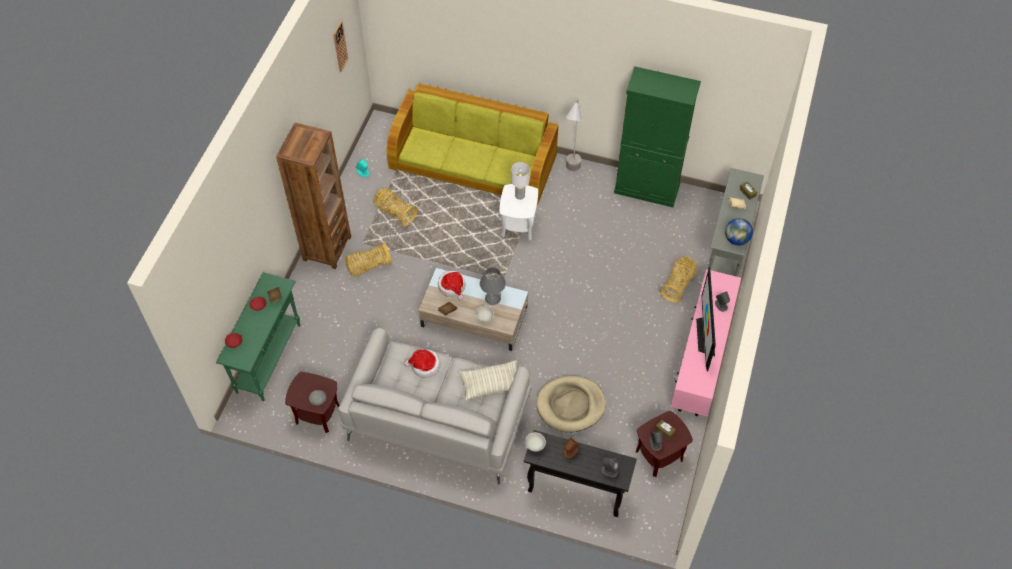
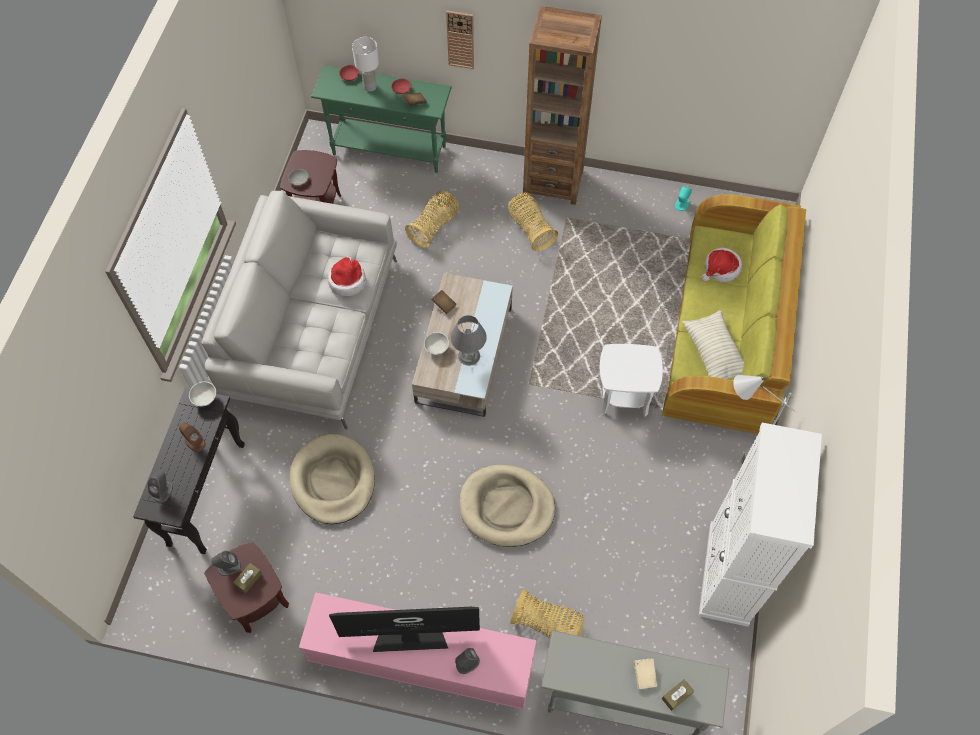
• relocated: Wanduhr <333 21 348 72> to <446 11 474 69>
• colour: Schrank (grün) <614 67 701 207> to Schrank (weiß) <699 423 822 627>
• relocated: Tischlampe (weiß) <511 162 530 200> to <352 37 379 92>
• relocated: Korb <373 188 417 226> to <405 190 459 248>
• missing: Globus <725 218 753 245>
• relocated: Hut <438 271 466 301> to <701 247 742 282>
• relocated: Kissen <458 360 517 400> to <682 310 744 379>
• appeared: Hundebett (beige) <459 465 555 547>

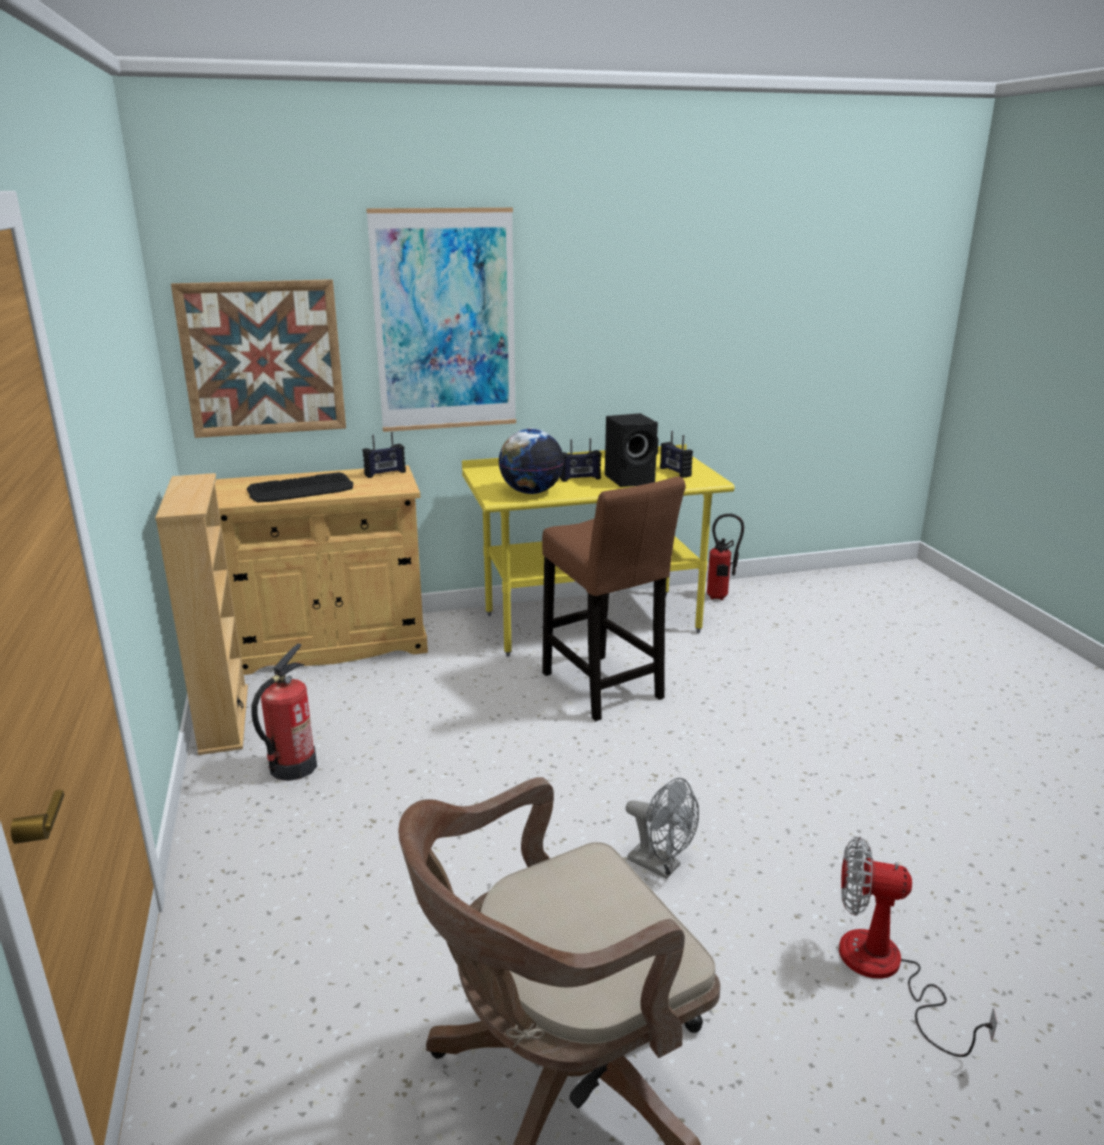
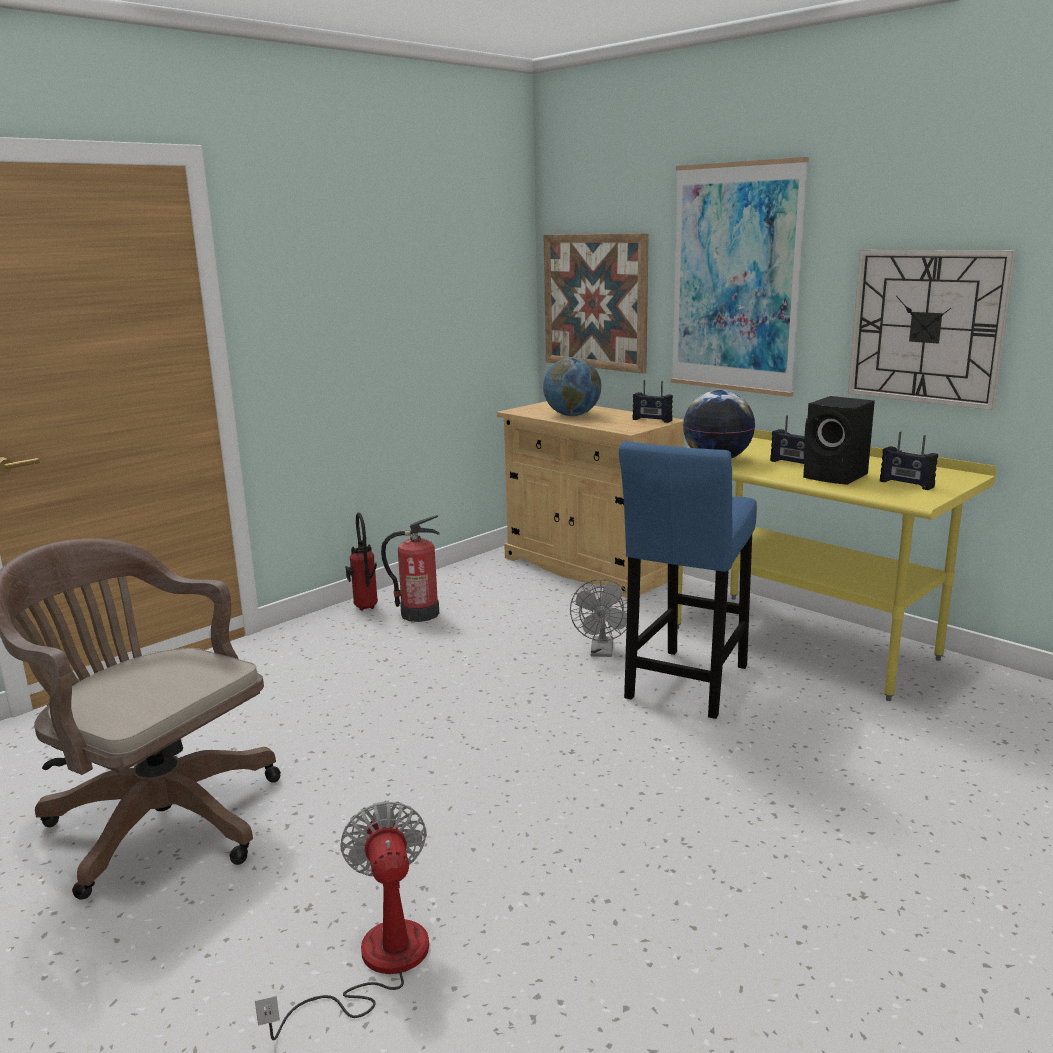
• spun: Radio <660 431 693 478> = <880 432 938 490> 75 degrees counterclockwise
• exchanged: Tastatur <247 472 353 503> to Globus <543 357 601 416>
• missing: Bücherregal (beige) <155 473 248 755>
• colour: Hocker (braun) <542 477 686 721> to Hocker (blau) <619 441 757 719>
• relocated: Feuerlöscher <707 514 744 600> to <345 513 378 611>
• relocated: Ventilator (grau) <626 778 699 879> to <570 579 628 657>
• appeared: Wanduhr <848 250 1016 410>

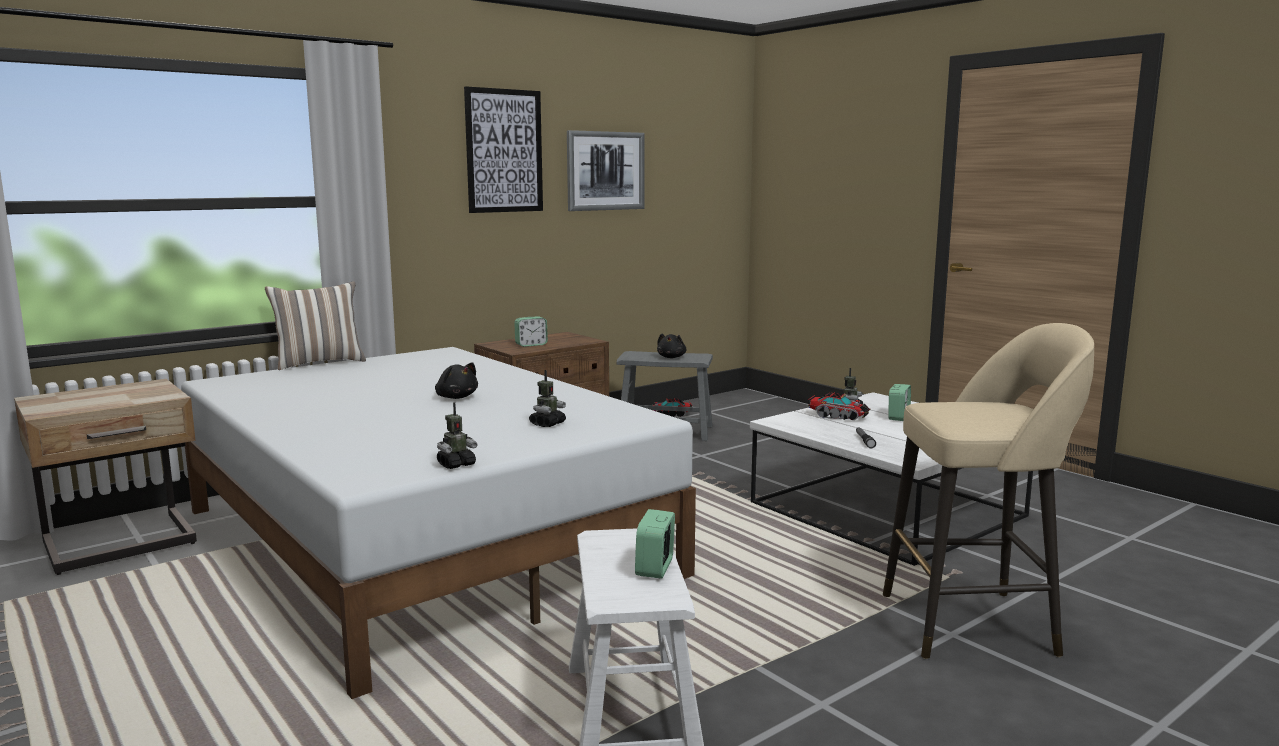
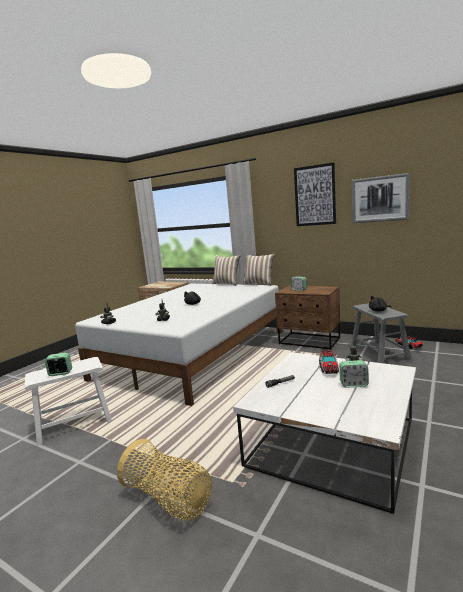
• exchanged: Hocker (beige) <883 323 1094 659> to Korb <117 439 212 521>
• appeared: Kissen <243 254 275 286>

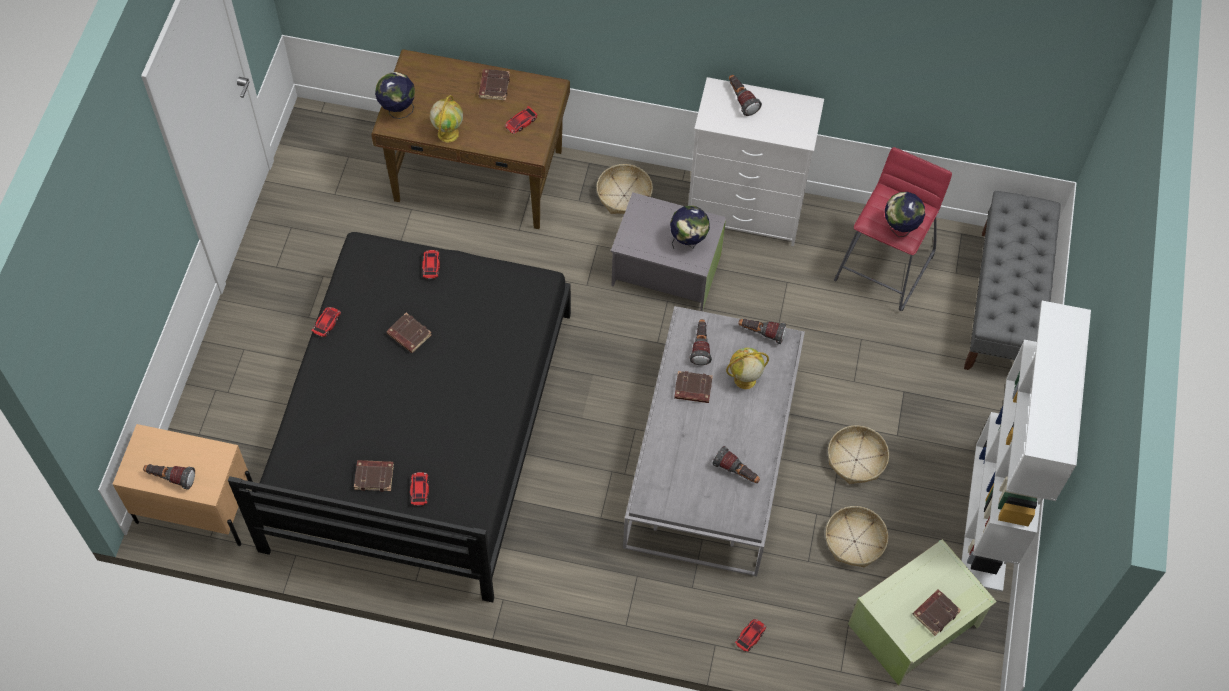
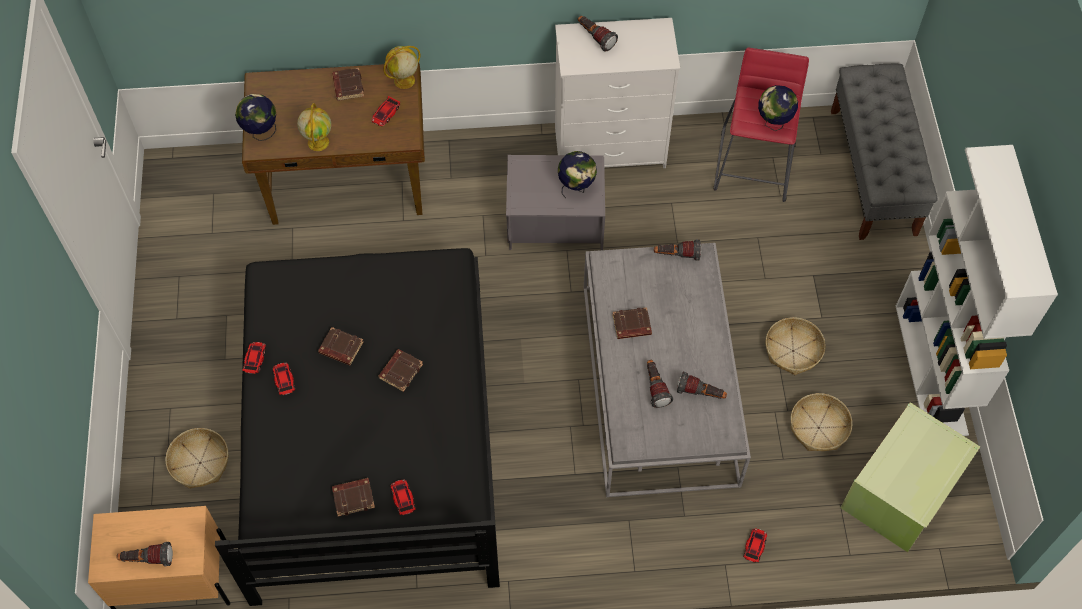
• relocated: Korb <596 164 653 214> to <165 428 229 489>
• relocated: Spielzeugauto <422 250 440 279> to <273 363 295 395>
• relocated: Taschenlampe <690 319 712 365> to <647 360 673 408>
• relocated: Globus <726 348 769 389> to <383 46 420 89>
• relocated: Buch (braun) <913 590 961 636> to <378 349 423 392>

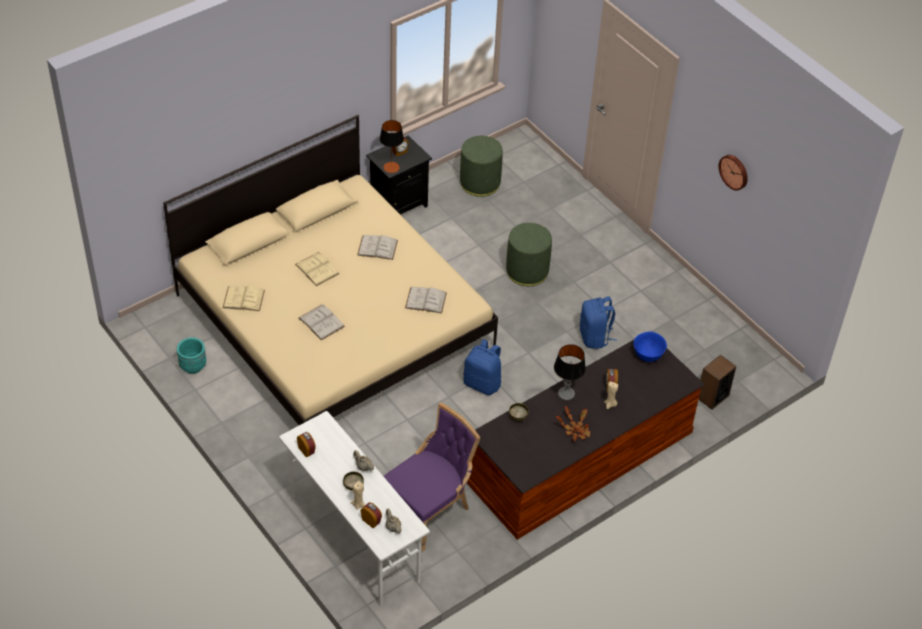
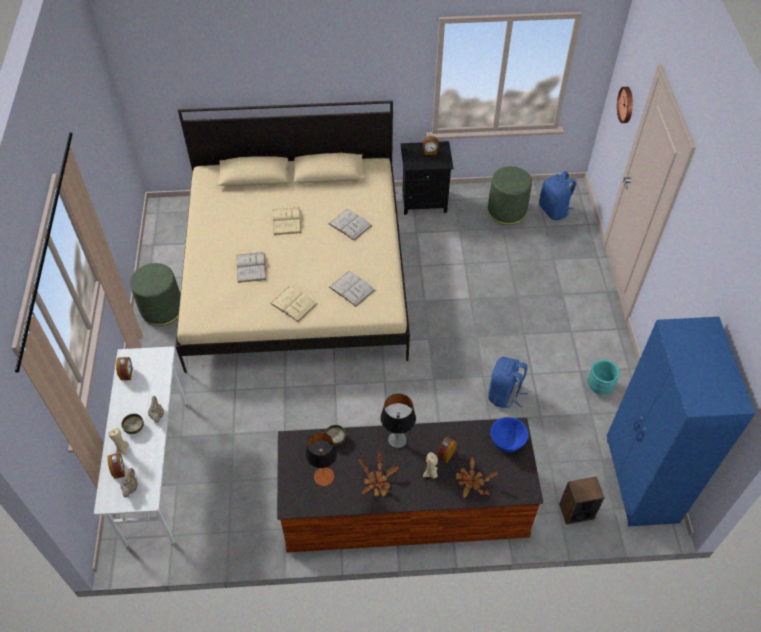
• relocated: Tischlampe <380 120 404 173> to <306 433 337 486>
• relocated: Wanduhr <718 155 748 191> to <617 87 633 123>
• relocated: Polsterhocker (grün) <506 223 552 286> to <130 263 180 326>
• relocated: Buch (beige) <223 286 265 311> to <270 286 317 322>
• relocated: Pflanzkübel (türkis) <177 337 206 374> to <588 360 620 395>
• relocated: Rucksack (blau) <463 339 501 395> to <539 171 576 220>
• missing: Stuhl (lila) <383 403 480 552>
• appeared: Kleiderschrank (blau) <607 317 755 526>
• appeared: Topfpflanze <456 458 498 498>

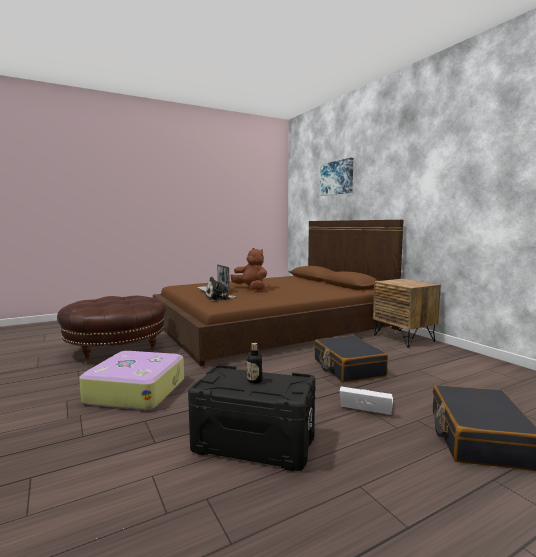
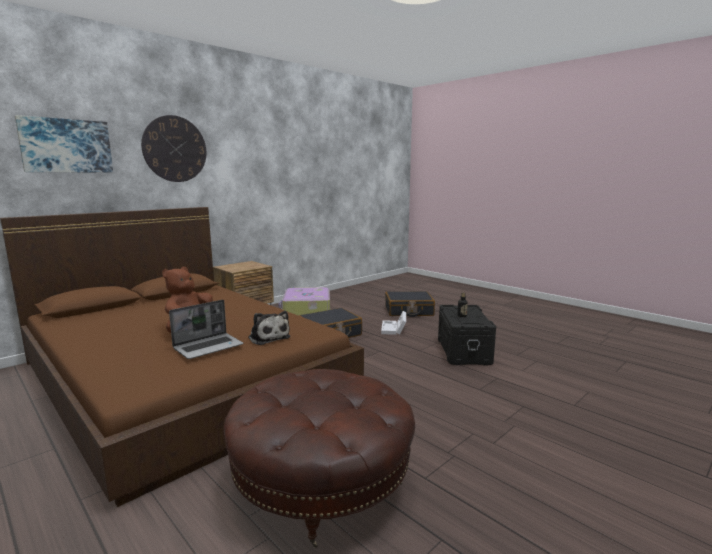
• relocated: Koffer <79 351 184 410> to <279 287 330 316>
• appeared: Wanduhr <141 115 206 182>

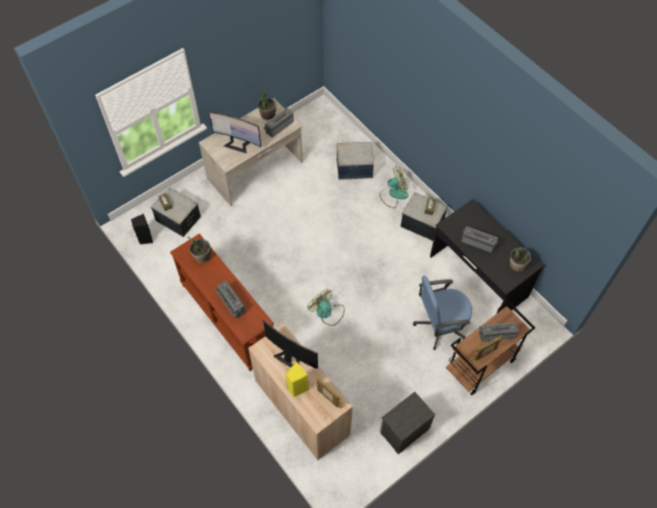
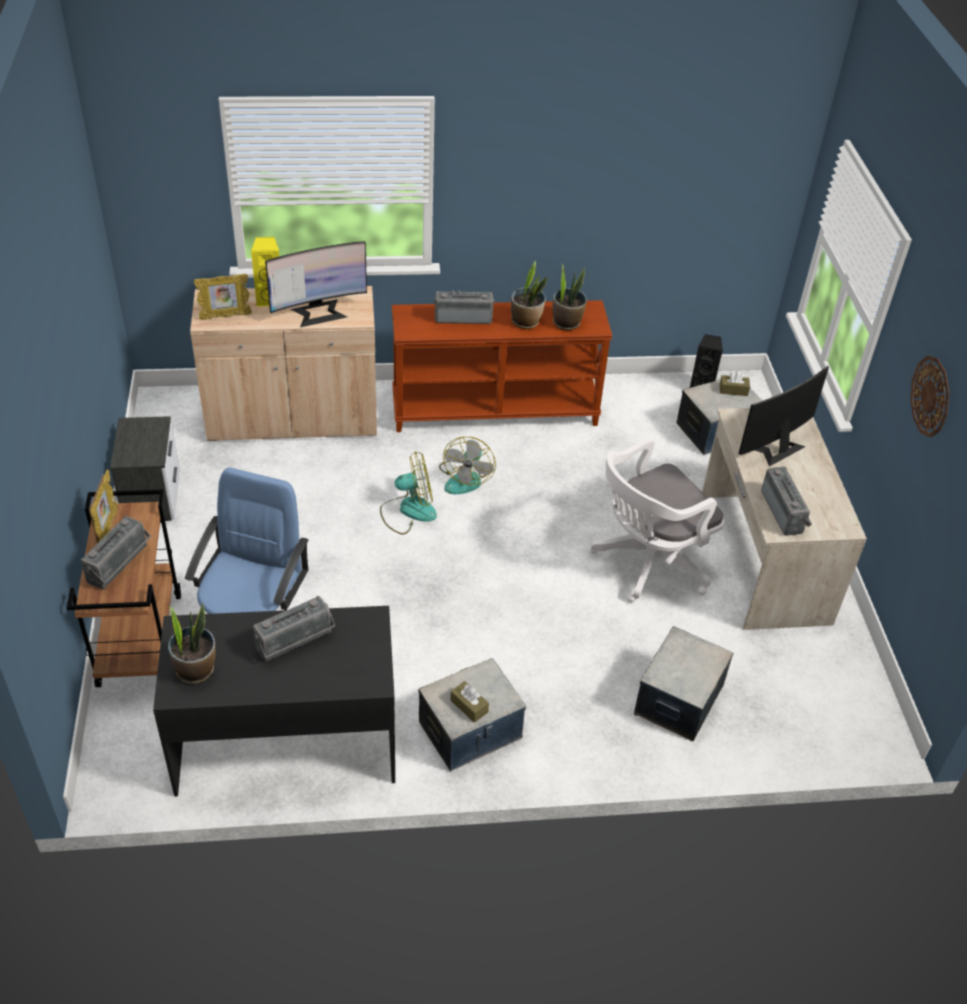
• relocated: Topfpflanze <258 89 276 120> to <511 261 548 329>
• relocated: Ventilator <379 167 408 208> to <439 437 496 494>
• appeared: Wanduhr <910 356 950 437>
• appeared: Bürostuhl (weiß) <589 438 724 602>

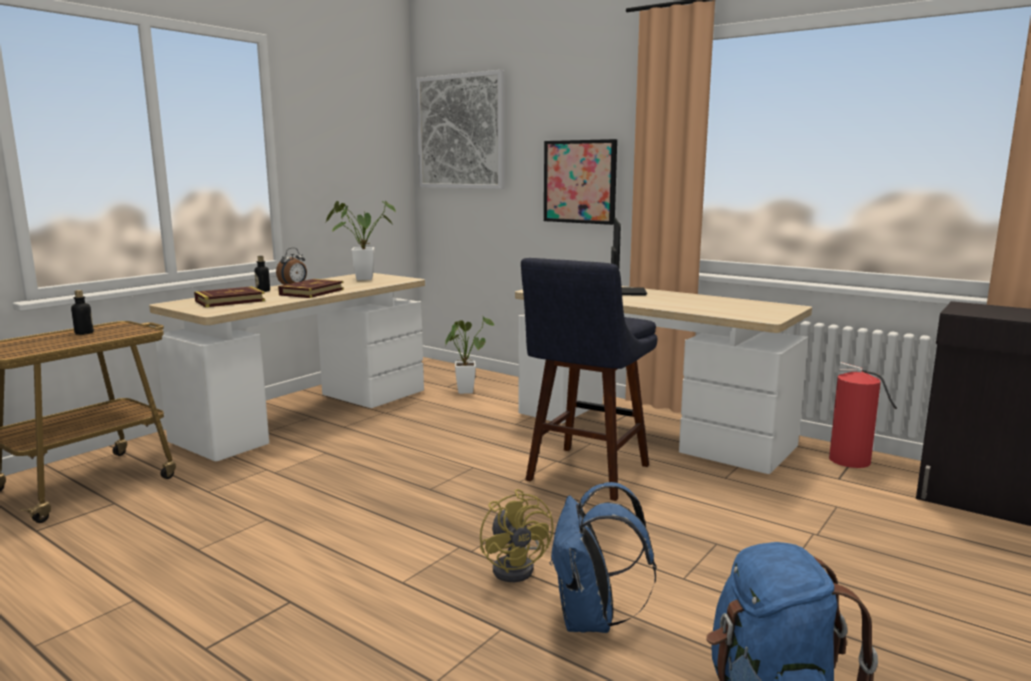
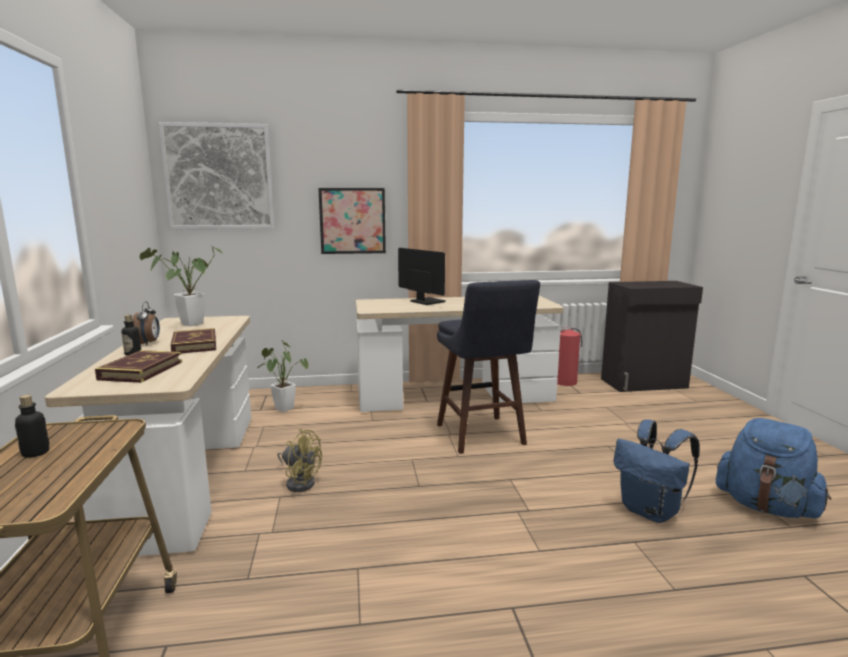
• relocated: Ventilator (gelb) <480 489 554 582> to <277 429 322 492>

